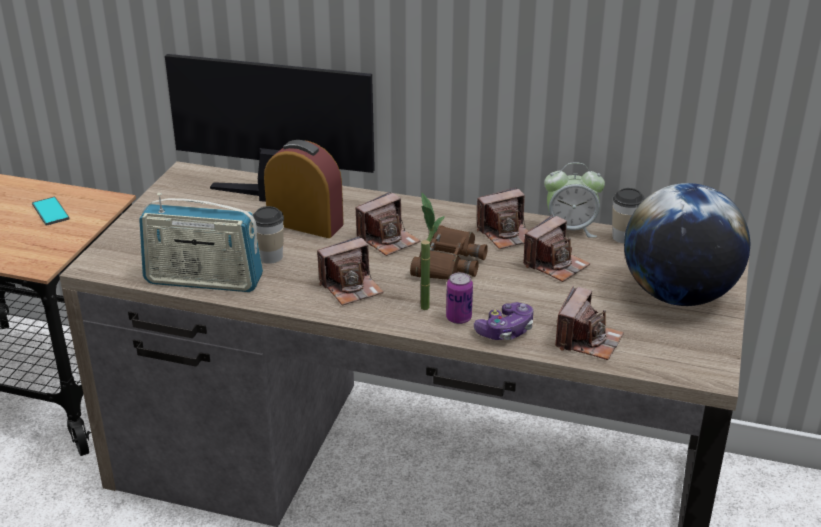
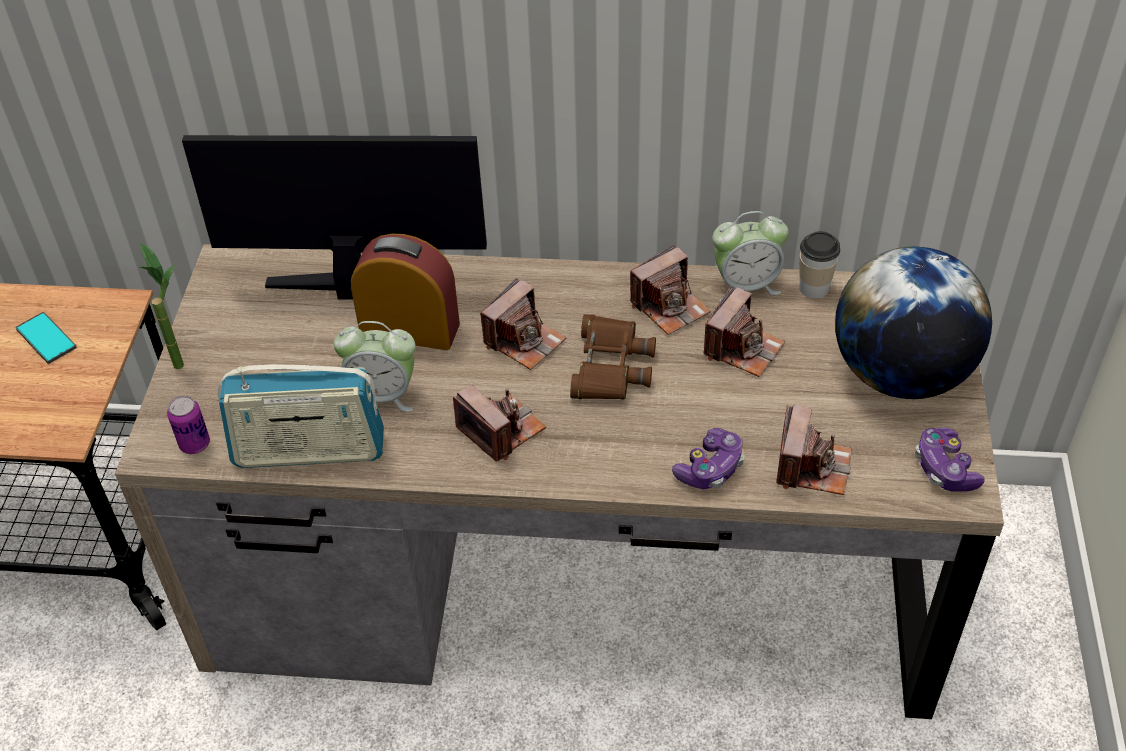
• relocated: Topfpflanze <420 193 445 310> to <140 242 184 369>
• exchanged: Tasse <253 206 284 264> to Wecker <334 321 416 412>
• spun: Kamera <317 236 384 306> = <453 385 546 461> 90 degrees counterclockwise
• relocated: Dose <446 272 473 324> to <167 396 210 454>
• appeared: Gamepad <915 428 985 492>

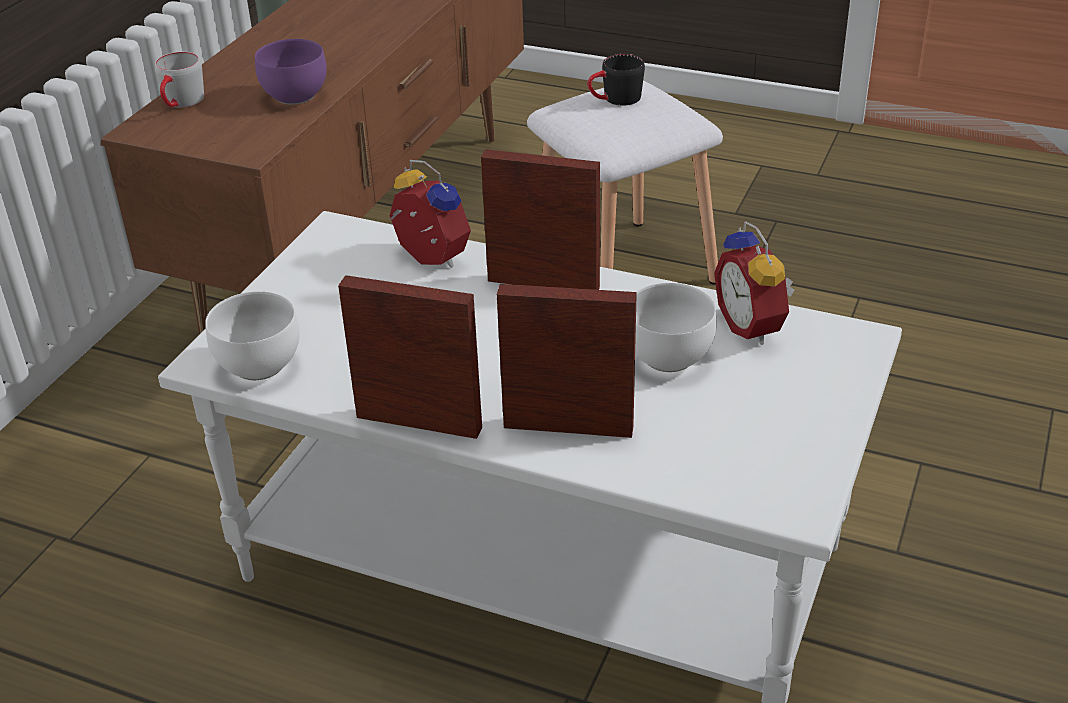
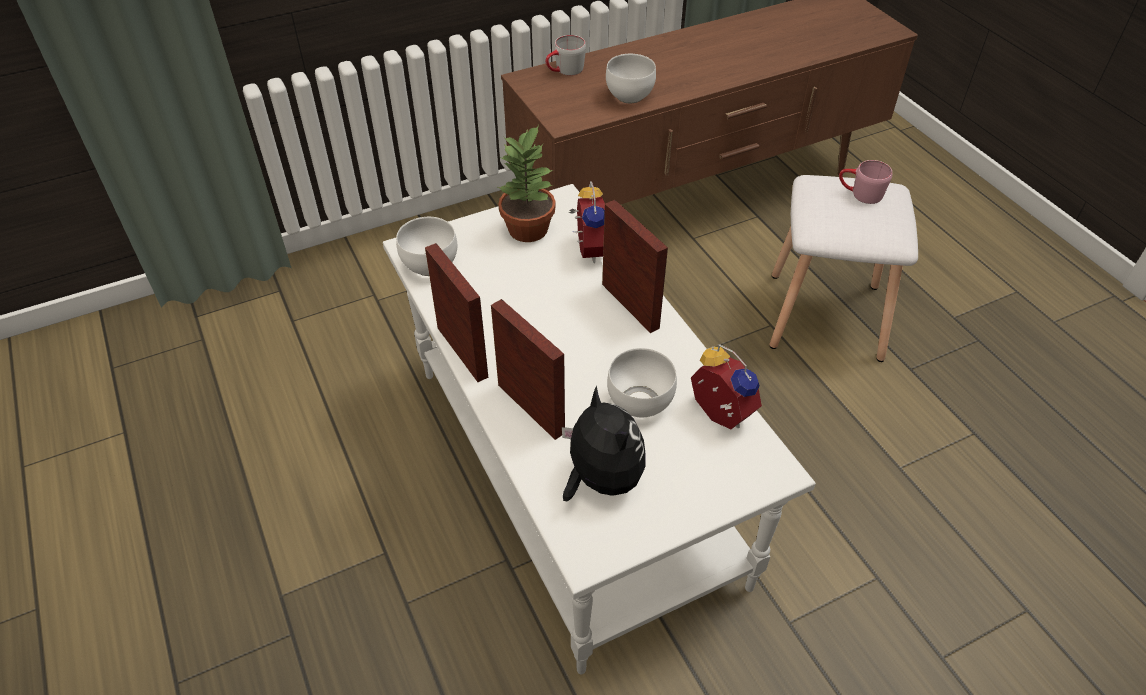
• colour: Schüssel (lila) <255 39 327 105> to Schüssel (weiß) <606 54 656 103>
• colour: Henkelbecher (schwarz) <587 54 645 106> to Henkelbecher (rosa) <839 160 892 204>
• spun: Wecker <714 221 794 345> = <691 344 762 429> 120 degrees clockwise
• appeared: Topfpflanze <498 125 555 242>
• appeared: Plüschtier <562 385 646 502>

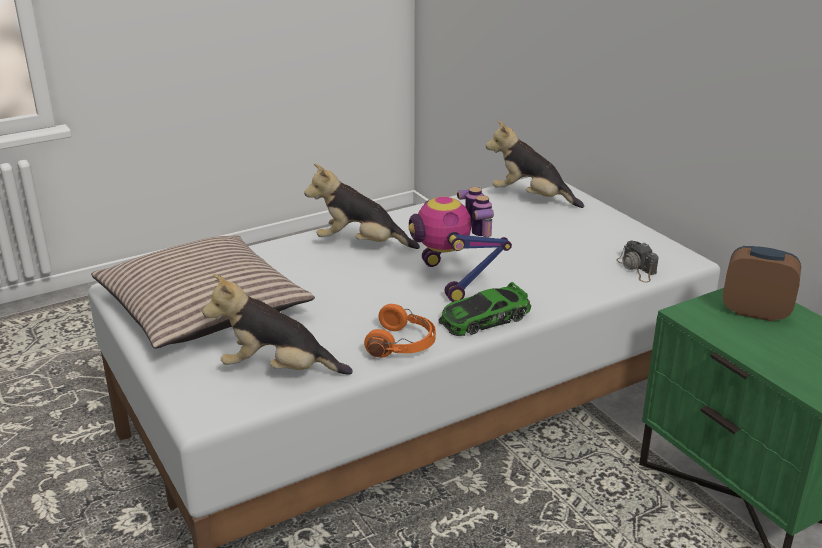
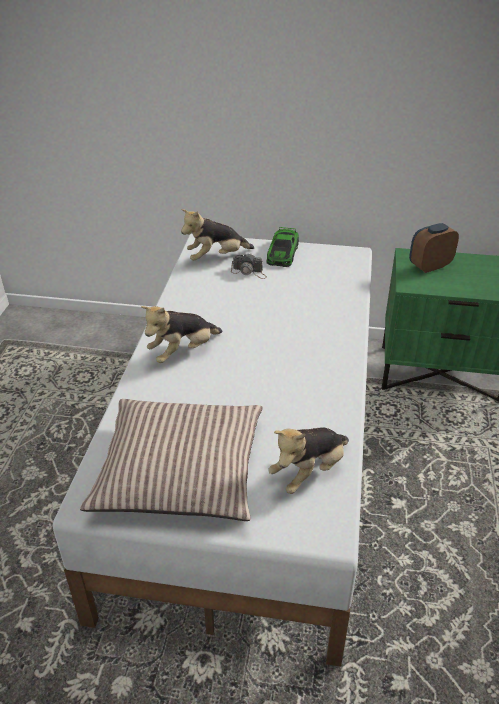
• missing: Spielzeugroboter <409 187 512 302>
• relocated: Kamera <616 240 659 282> to <231 253 267 279>
• relocated: Spielzeugauto <439 282 531 336> to <266 227 299 267>
• missing: Kopfhörer (orange) <364 304 436 357>

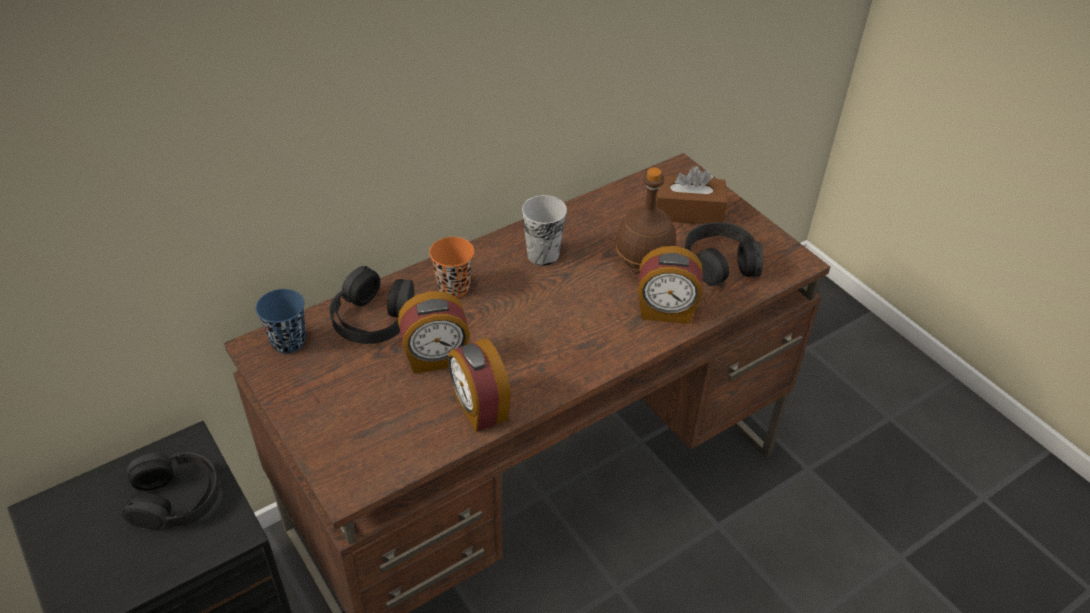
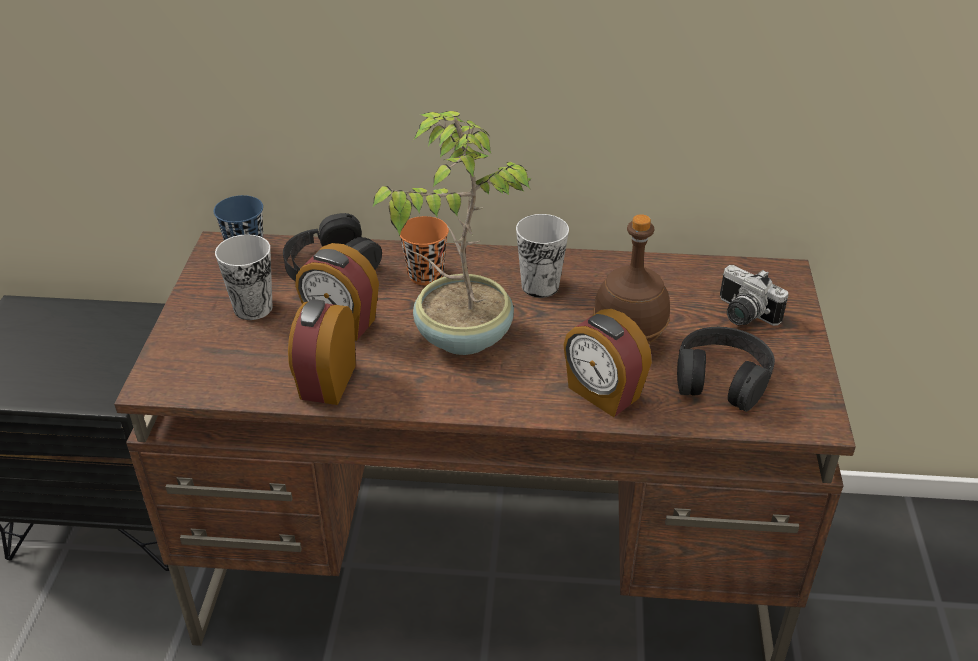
• exchanged: Taschentuchbox (braun) <655 166 727 224> to Kamera <720 265 788 326>
• missing: Kopfhörer (schwarz) <122 452 219 530>
• appeared: Topfpflanze <373 111 532 355>
• appeared: Tasse <215 234 273 320>

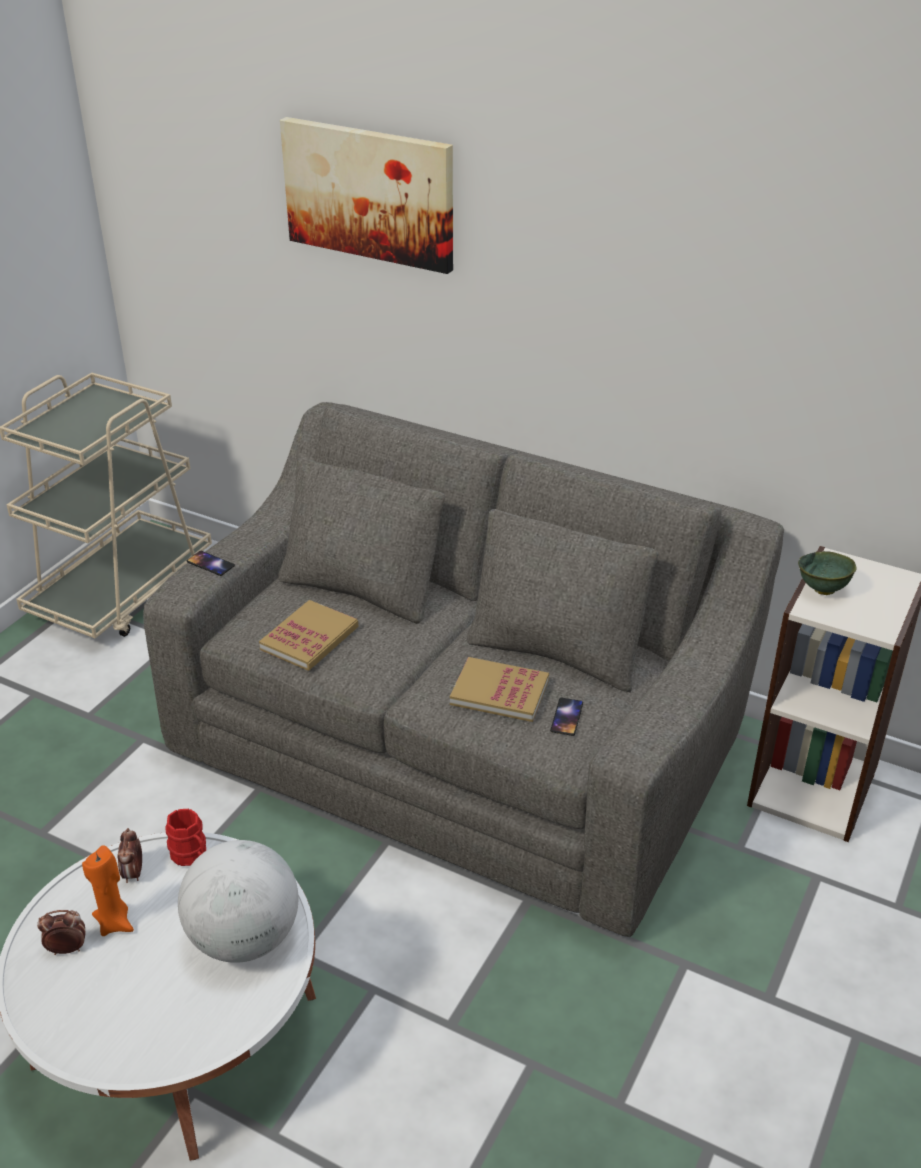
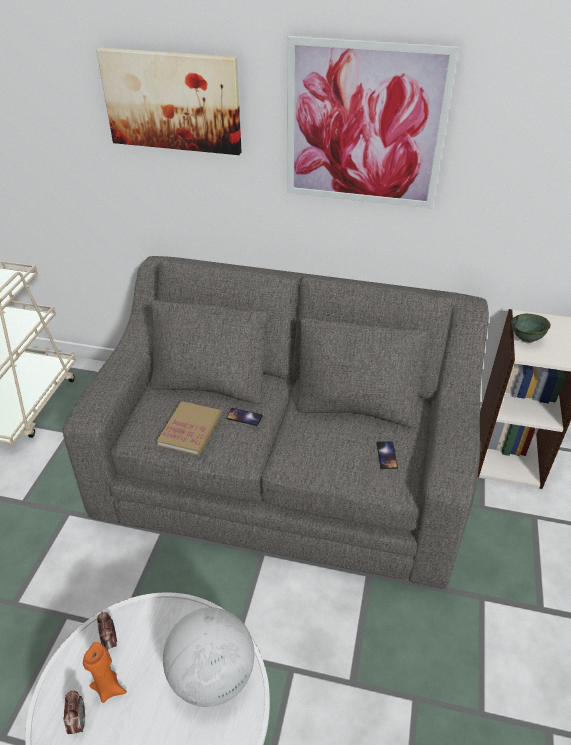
• relocated: Handy <187 551 235 576> to <226 408 263 426>
• missing: Buch <450 657 549 722>
• missing: Henkelbecher (rot) <165 809 206 866>
• spun: Wecker <37 910 85 955> = <64 691 85 734> 105 degrees clockwise
• appeared: Bild <287 36 459 208>

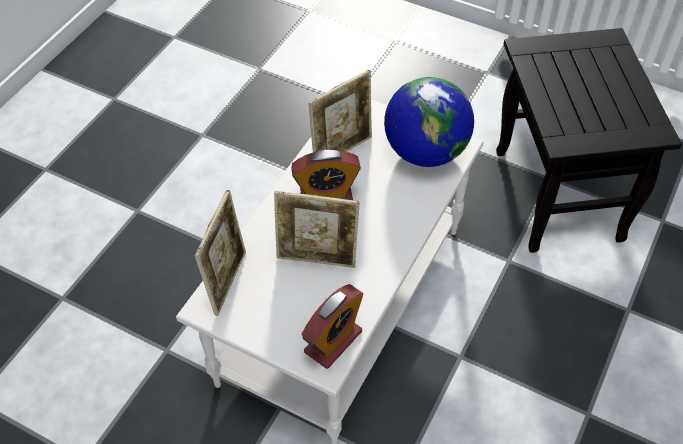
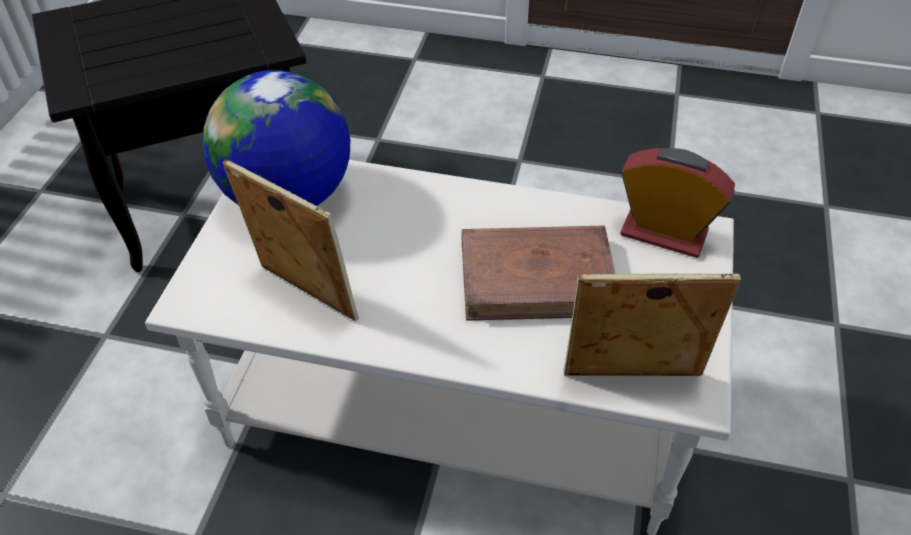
• missing: Wecker <291 150 361 200>
• exchanged: Bilderrahmen <274 191 360 268> to Buch (braun) <462 225 616 321>

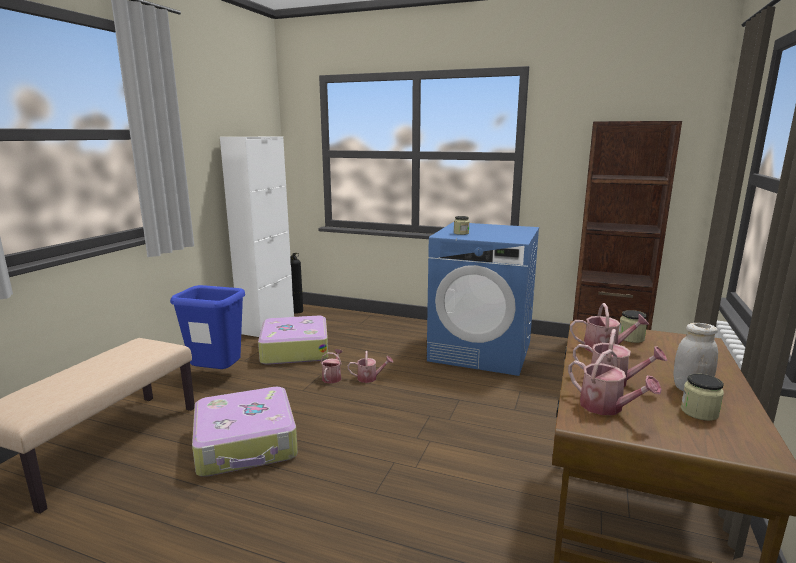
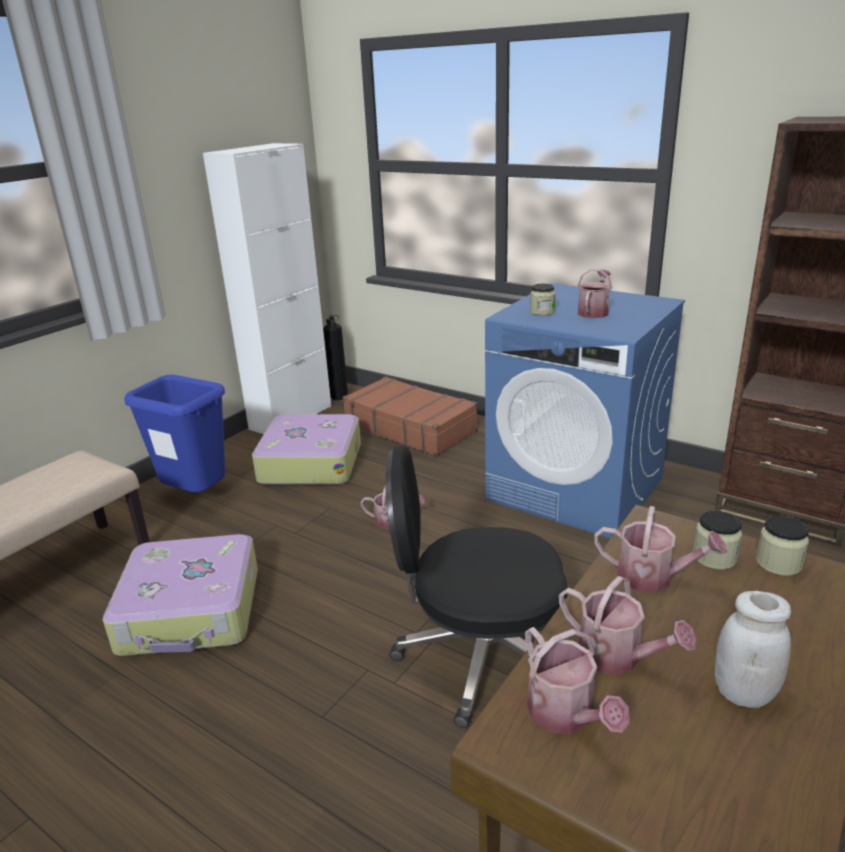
• relocated: Gießkanne <321 349 343 384> to <578 269 612 318>
• relocated: Vorratsglas <681 374 724 421> to <756 516 809 576>
• appeared: Koffer (braun) <343 377 477 457>
• appeared: Bürostuhl (schwarz) <385 445 567 728>

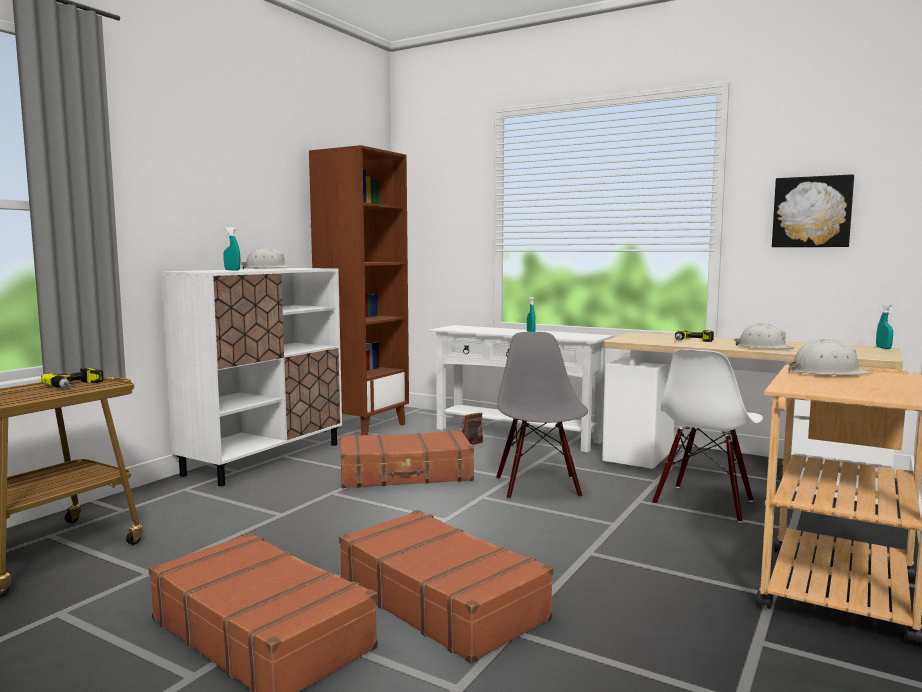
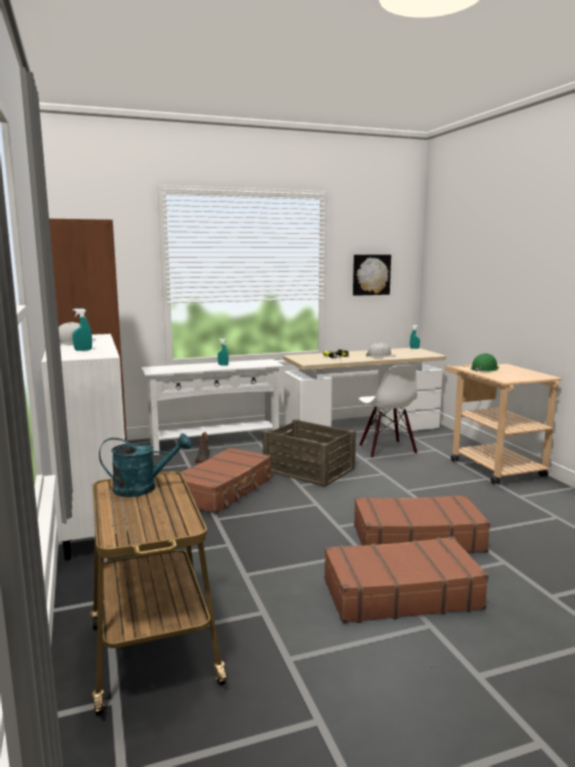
• exchanged: Stuhl (grau) <496 332 588 499> to Kiste <263 419 356 487>
• colour: Schutzhelm (weiß) <789 339 872 375> to Schutzhelm (grün) <471 353 499 372>
• exchanged: Bohrmaschine <41 368 104 388> to Gießkanne (türkis) <99 434 192 497>

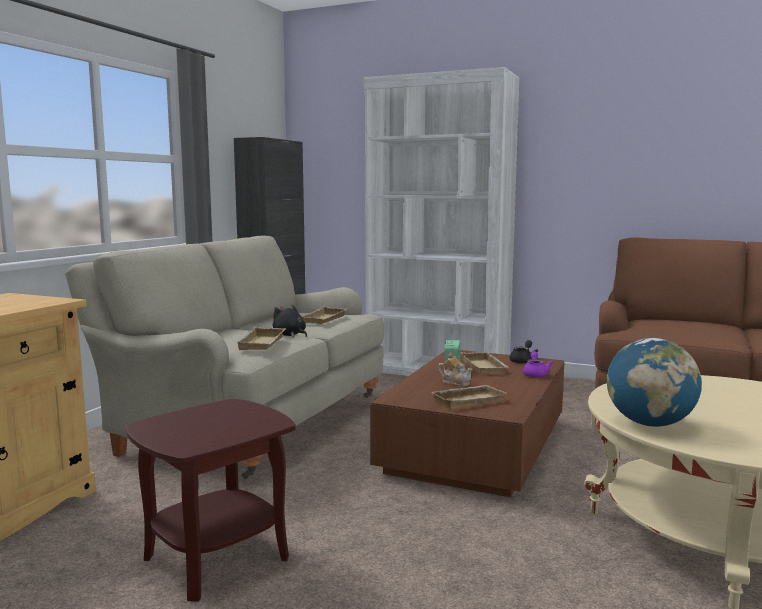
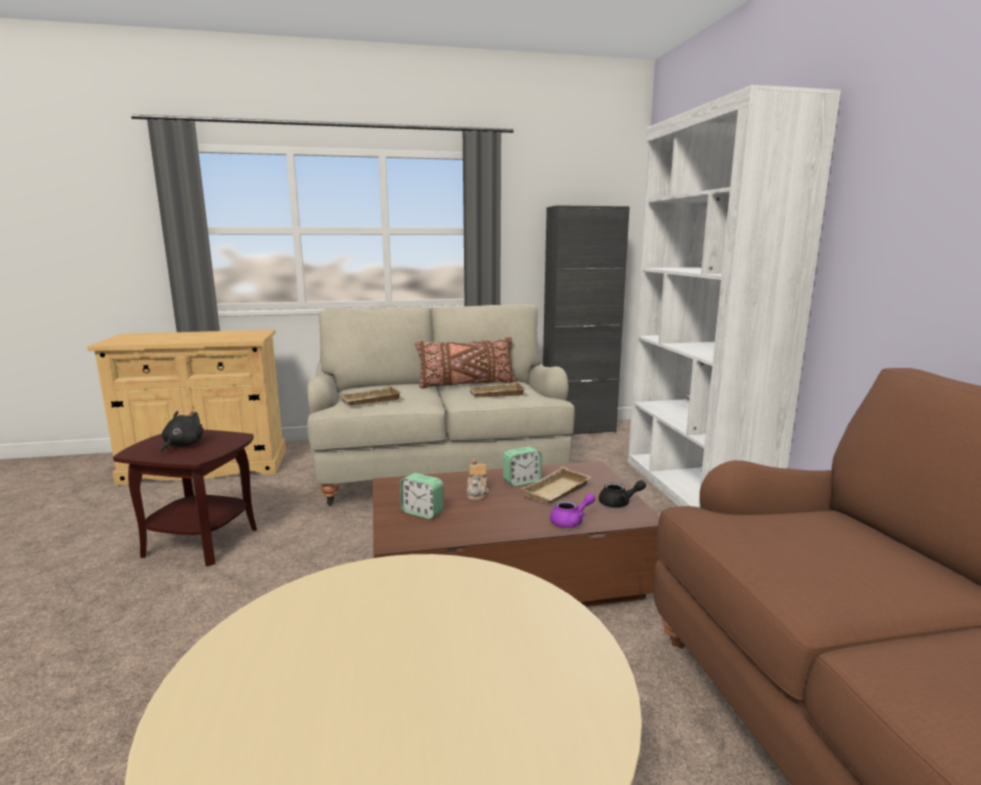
• relocated: Plüschtier (schwarz) <273 304 307 337> to <160 411 203 453>
• missing: Globus <607 338 702 427>
• exchanged: Tablett (beige) <431 385 506 409> to Wecker <400 473 443 519>
• appeared: Kissen (braun) <415 337 516 389>

